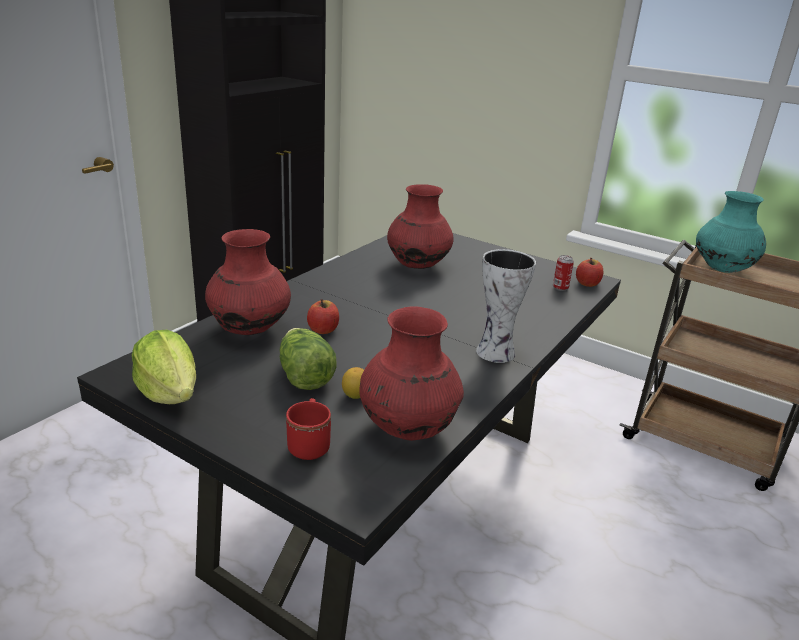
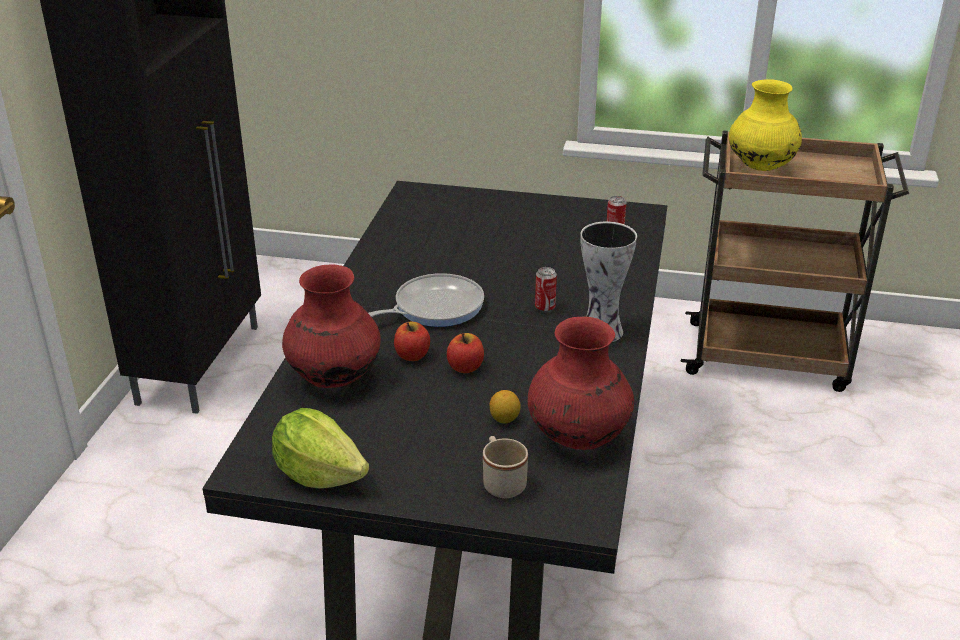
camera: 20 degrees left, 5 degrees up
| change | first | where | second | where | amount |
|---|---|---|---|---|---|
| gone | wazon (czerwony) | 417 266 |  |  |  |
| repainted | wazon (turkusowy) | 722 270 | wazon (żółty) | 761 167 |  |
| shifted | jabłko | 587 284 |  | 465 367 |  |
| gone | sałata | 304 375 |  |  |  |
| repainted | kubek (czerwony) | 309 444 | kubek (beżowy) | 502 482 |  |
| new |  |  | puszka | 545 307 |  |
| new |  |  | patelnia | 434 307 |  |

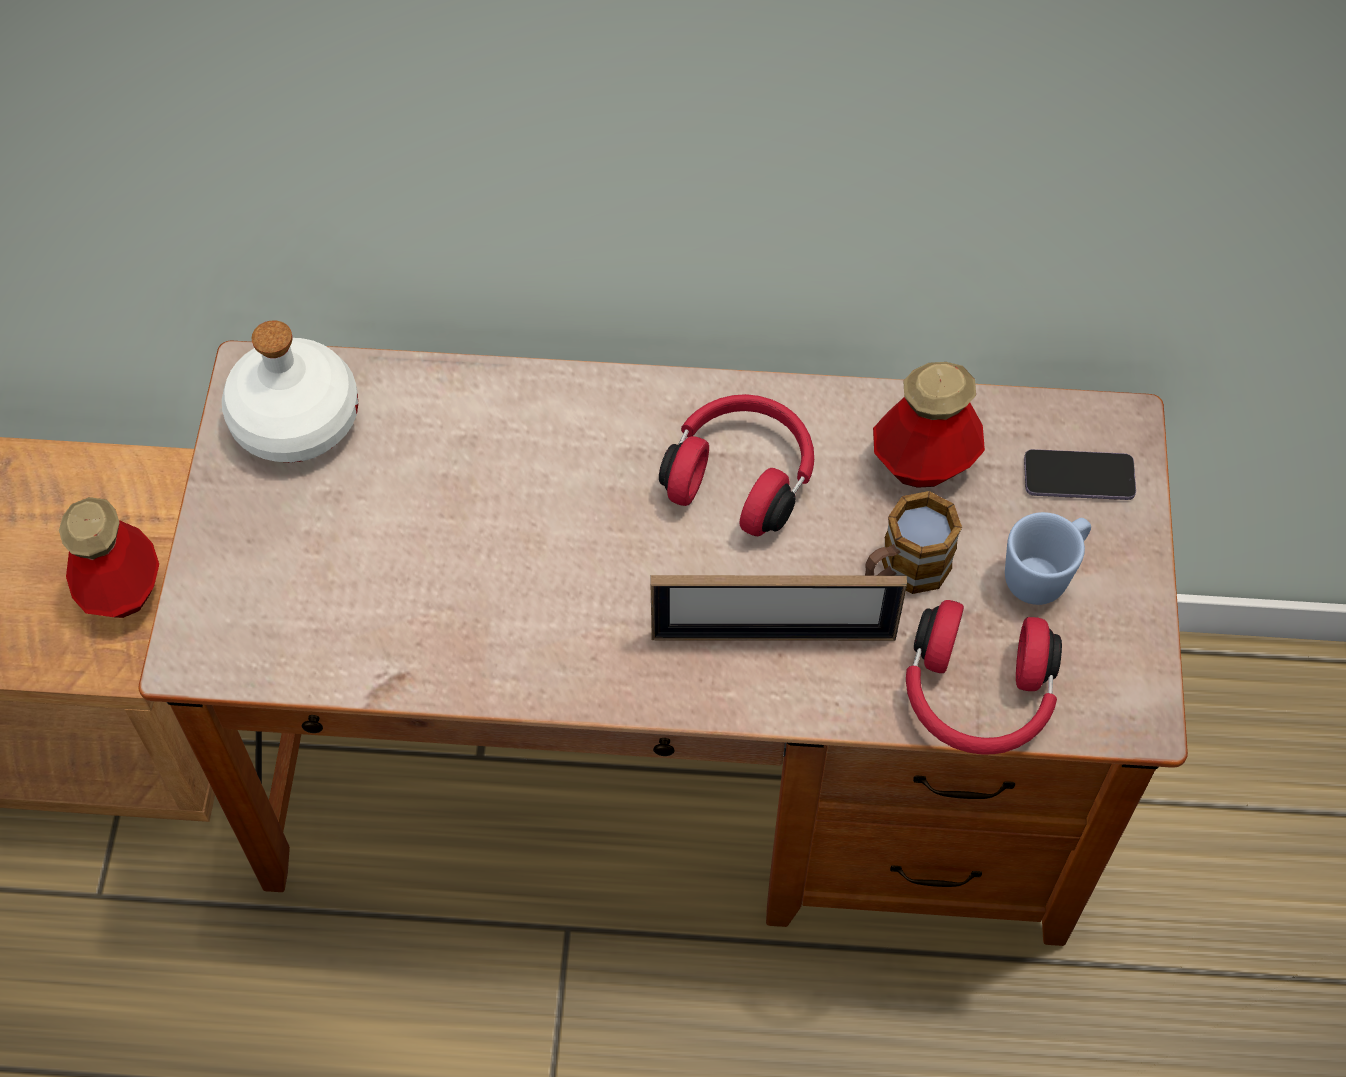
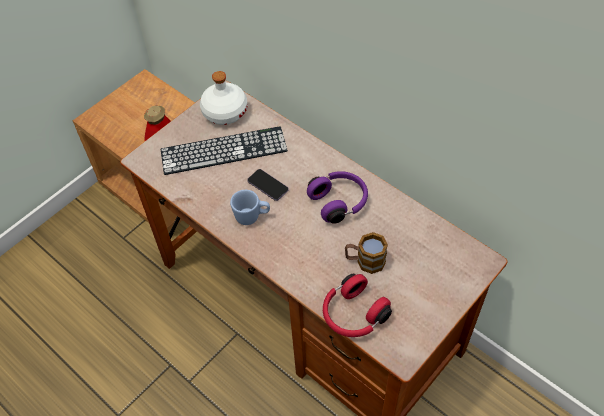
camera: 40 degrees right, 5 degrees down
| change | first | where | second | where | amount |
|---|---|---|---|---|---|
| gone | butelka | 923 462 |  |  |  |
| repainted | słuchawki (czerwony) | 741 476 | słuchawki (fioletowy) | 339 202 |  |
| shifted | telefon | 1078 477 |  | 268 185 |  |
| shifted | kubek (niebieski) | 1044 574 |  | 252 217 |  |
| gone | ramka na zdjęcie | 773 635 |  |  |  |
| new |  |  | klawiatura | 223 150 |  |

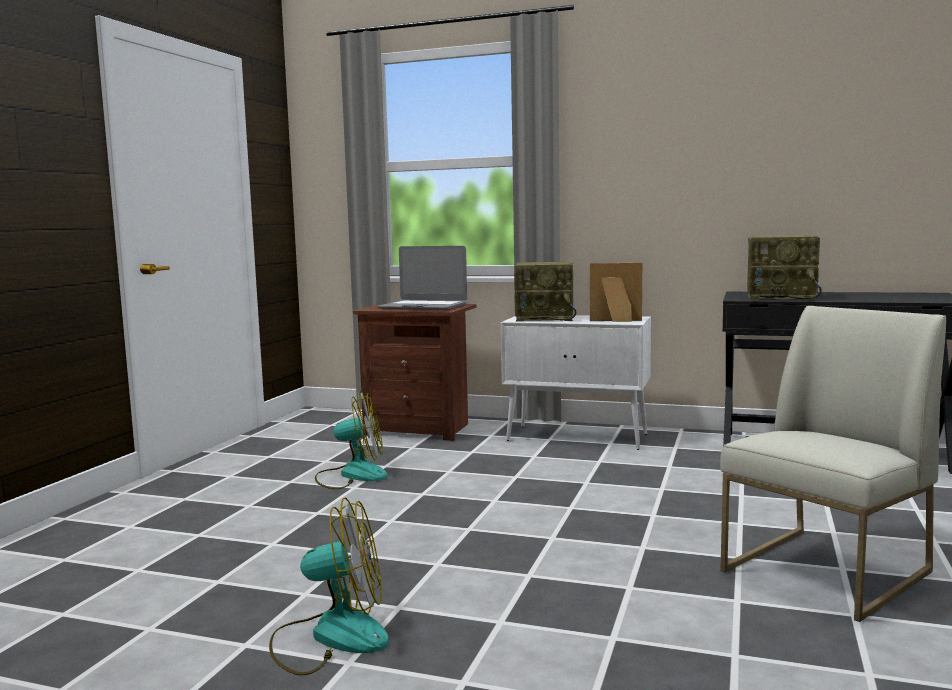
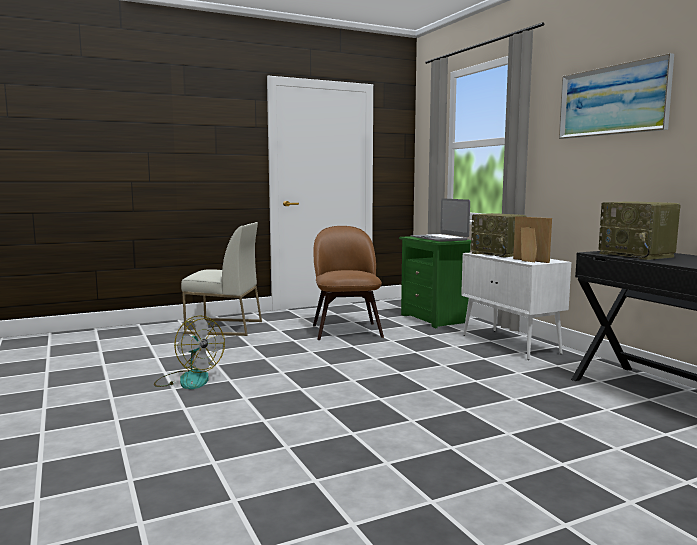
camera: 45 degrees right, 0 degrees up
| change | first | where | second | where | amount |
|---|---|---|---|---|---|
| repainted | szafka nocna (brązowy) | 421 429 | szafka nocna (zielony) | 435 319 |  |
| shifted | krzesło (biały) | 826 572 |  | 223 327 |  |
| swapped | wentylator | 352 475 | krzesło (brązowy) | 346 330 |  |
| new |  |  | obraz | 612 100 |  |

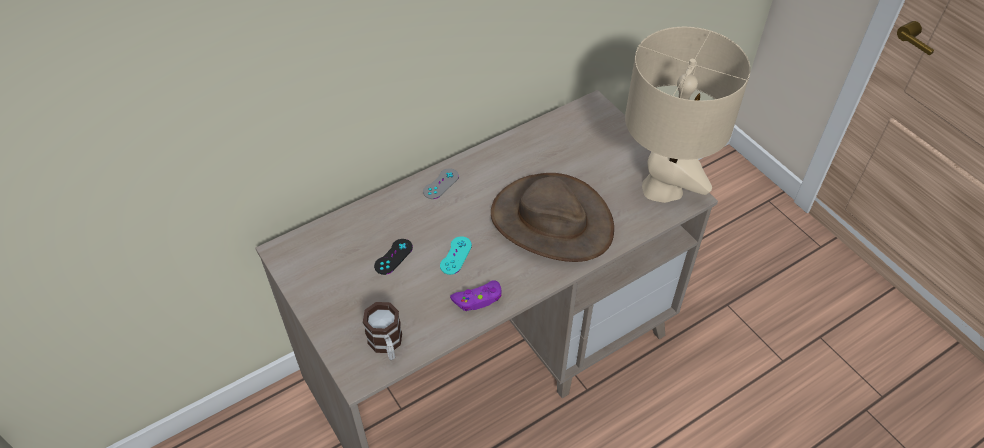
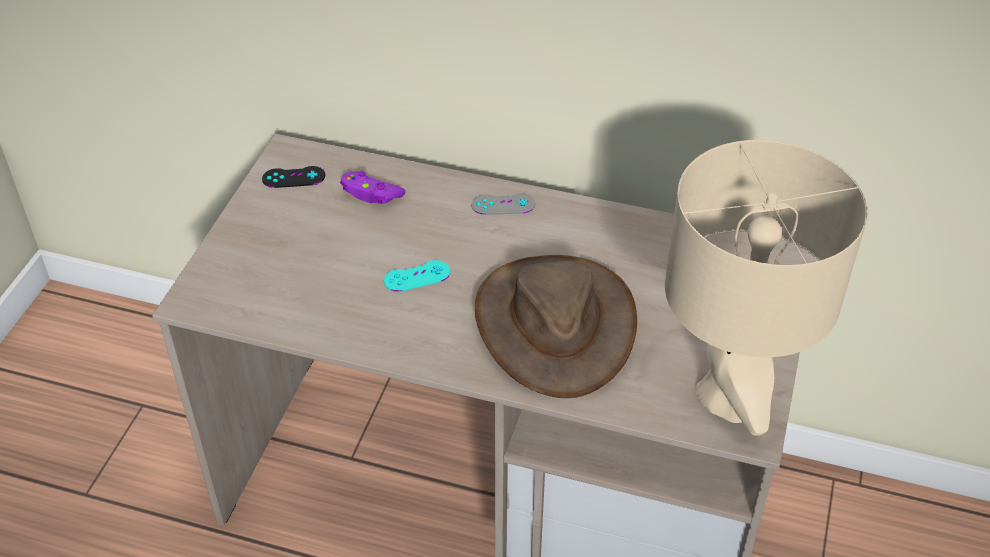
camera: 50 degrees right, 5 degrees down
| change | first | where | second | where | amount |
|---|---|---|---|---|---|
| shifted | pad do gier (czarny) | 393 256 |  | 293 177 |  |
| shifted | pad do gier (fioletowy) | 478 299 |  | 371 193 |  |
| gone | kubek | 387 345 |  |  |  |

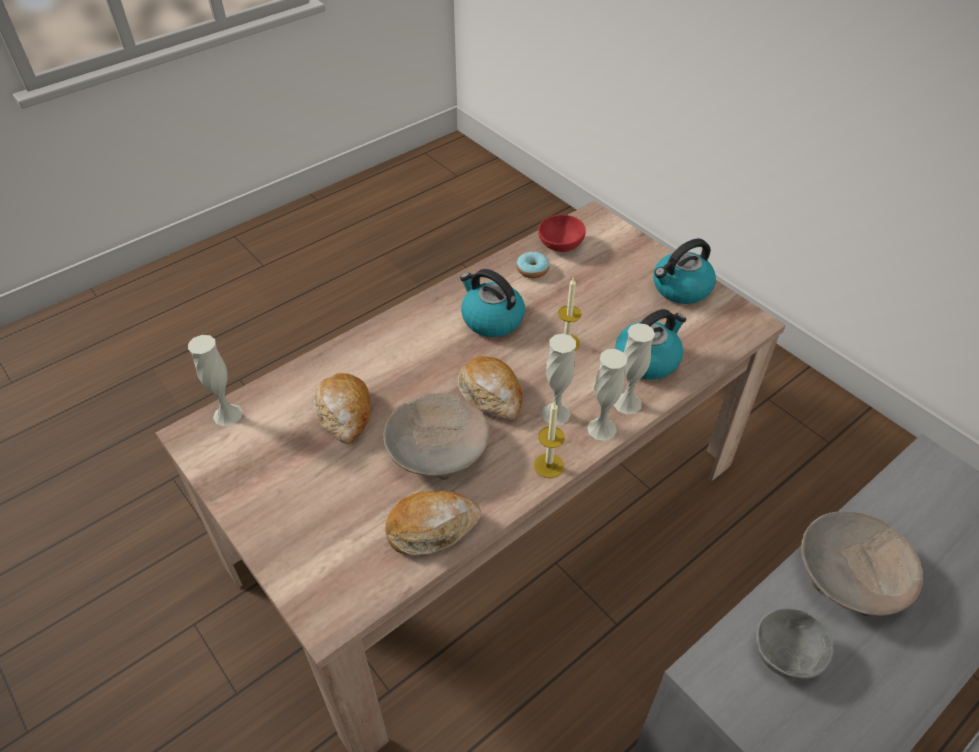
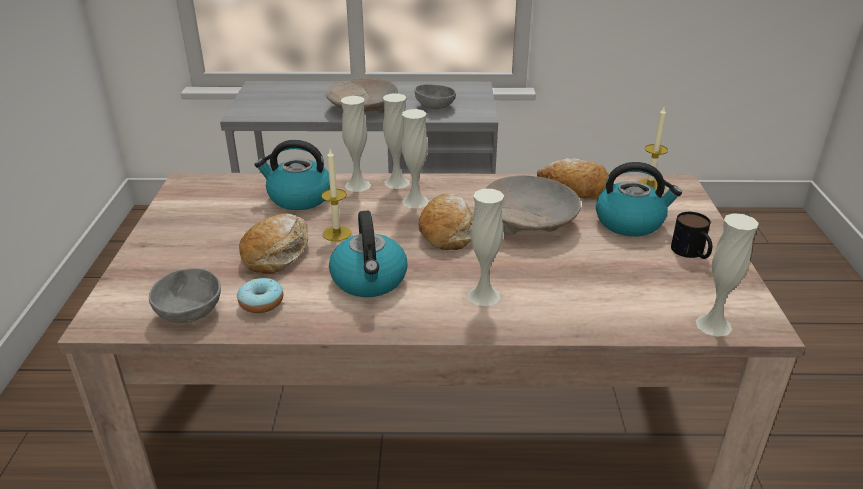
camera: 140 degrees left, 15 degrees down
| change | first | where | second | where | amount |
|---|---|---|---|---|---|
| repainted | miska (czerwony) | 560 245 | miska (szary) | 191 312 |  |
| shifted | czajnik | 680 288 |  | 630 222 |  |
| shifted | chleb | 344 414 |  | 277 252 |  |
| shifted | świeca | 548 465 |  | 649 185 |  |
| new |  |  | wazon (biały) | 483 296 |  |
| new |  |  | kubek | 691 253 |  |

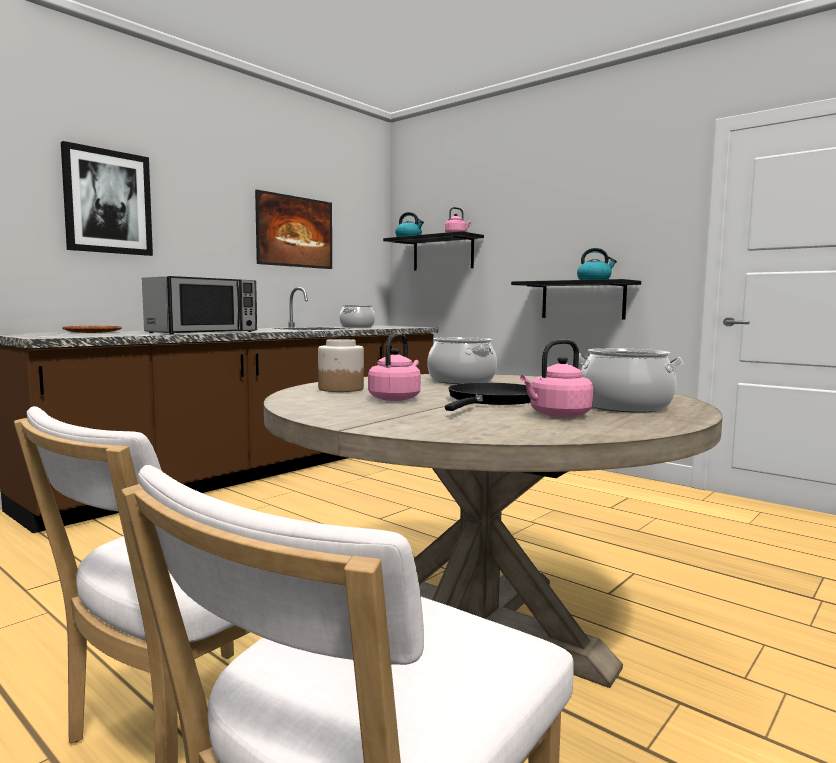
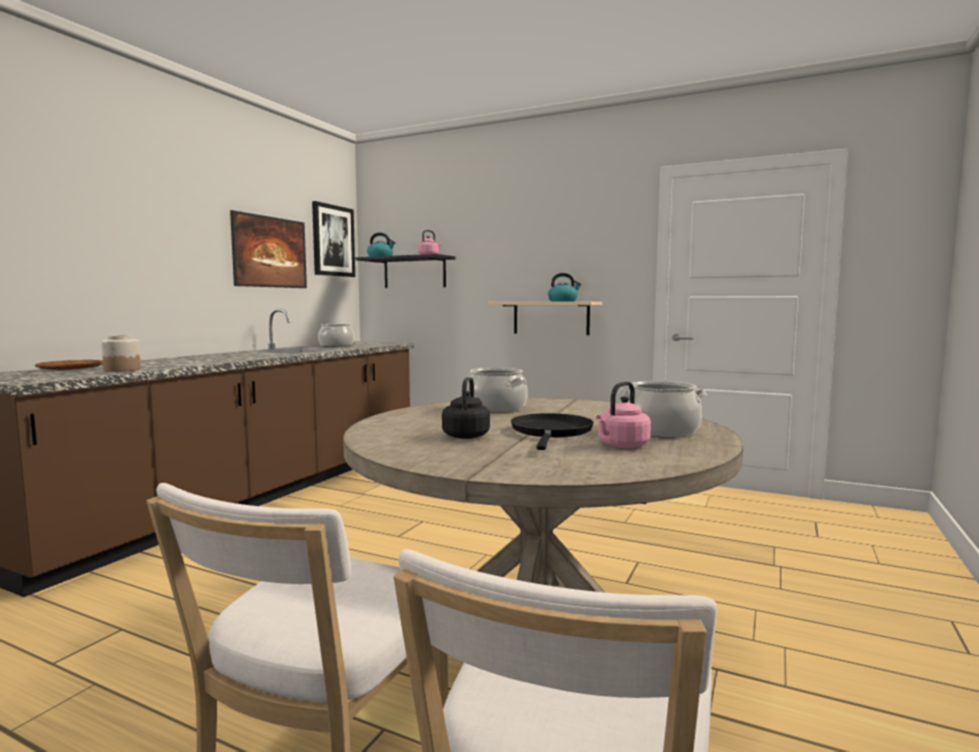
camera: 15 degrees left, 0 degrees up
| change | first | where | second | where | amount |
|---|---|---|---|---|---|
| shifted | obraz | 108 202 |  | 333 241 |  |
| gone | mikrofalówka | 203 332 |  |  |  |
| repainted | półka (czarny) | 582 300 | półka (beżowy) | 551 318 |  |
| repainted | czajnik (różowy) | 396 398 | czajnik (czarny) | 466 435 |  |
| shifted | słoik | 340 389 |  | 122 370 |  |

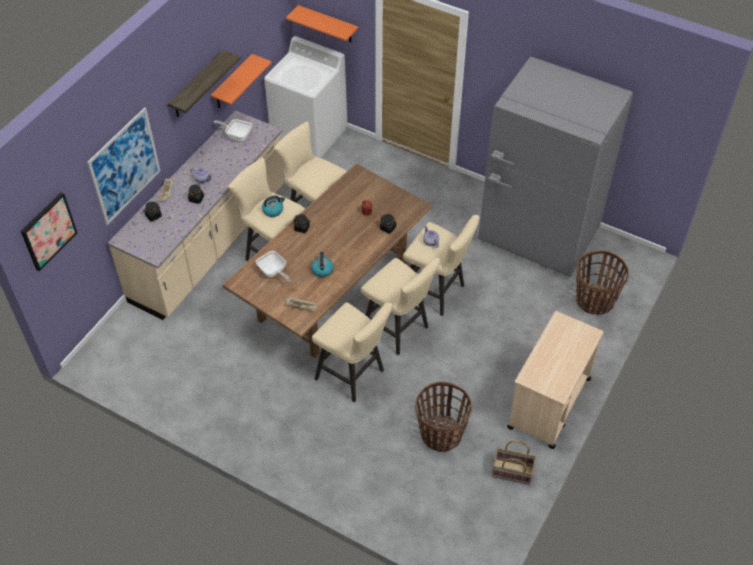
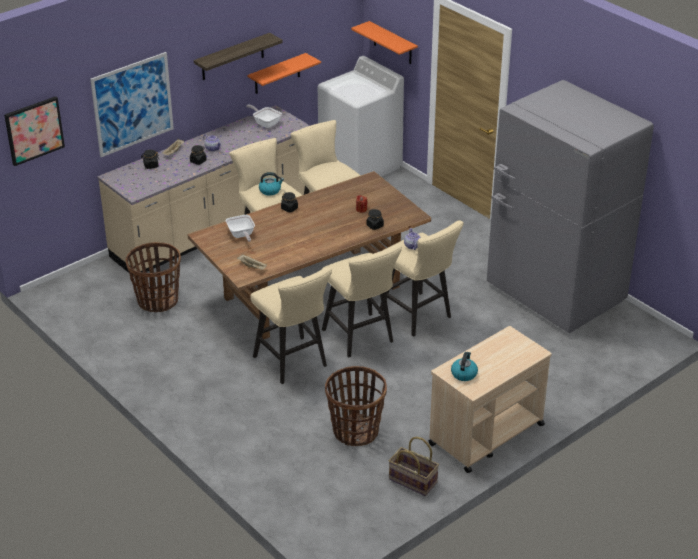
camera: 20 degrees right, 15 degrees down
| change | first | where | second | where | amount |
|---|---|---|---|---|---|
| shifted | koszyk | 594 301 |  | 157 301 |  |
| shifted | czajnik | 322 270 |  | 464 374 |  |

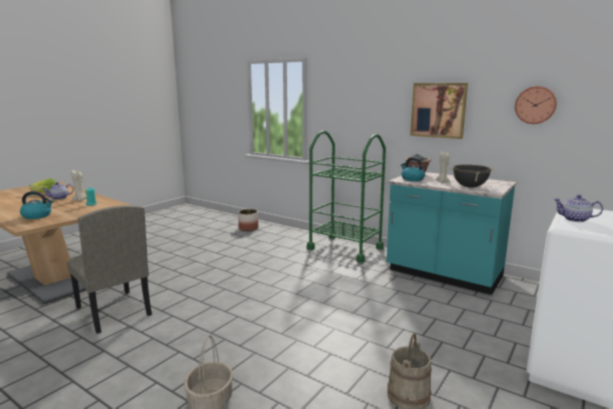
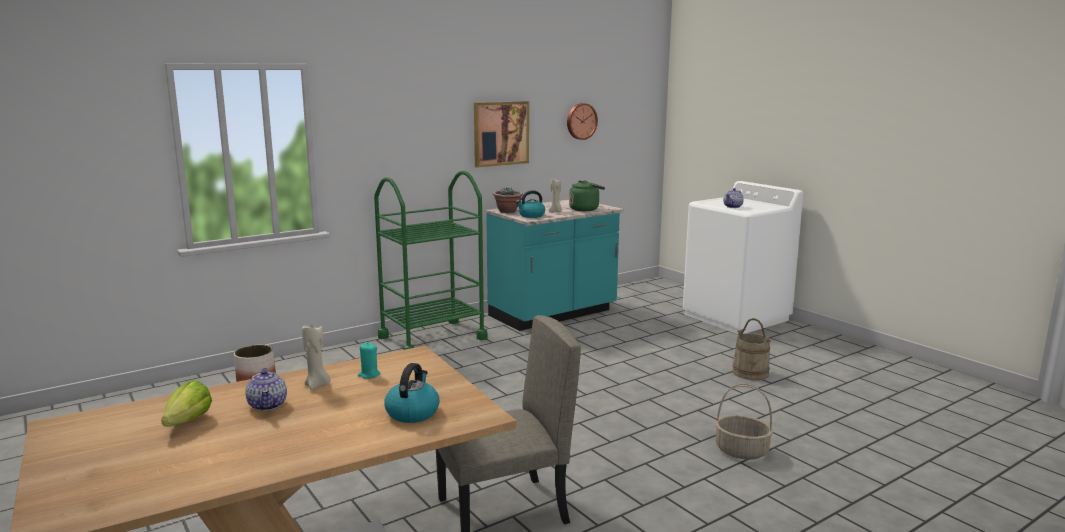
camera: 70 degrees left, 0 degrees up
| change | first | where | second | where | amount |
|---|---|---|---|---|---|
| swapped | garnek (czarny) | 469 187 | czajnik (zielony) | 585 209 |  |

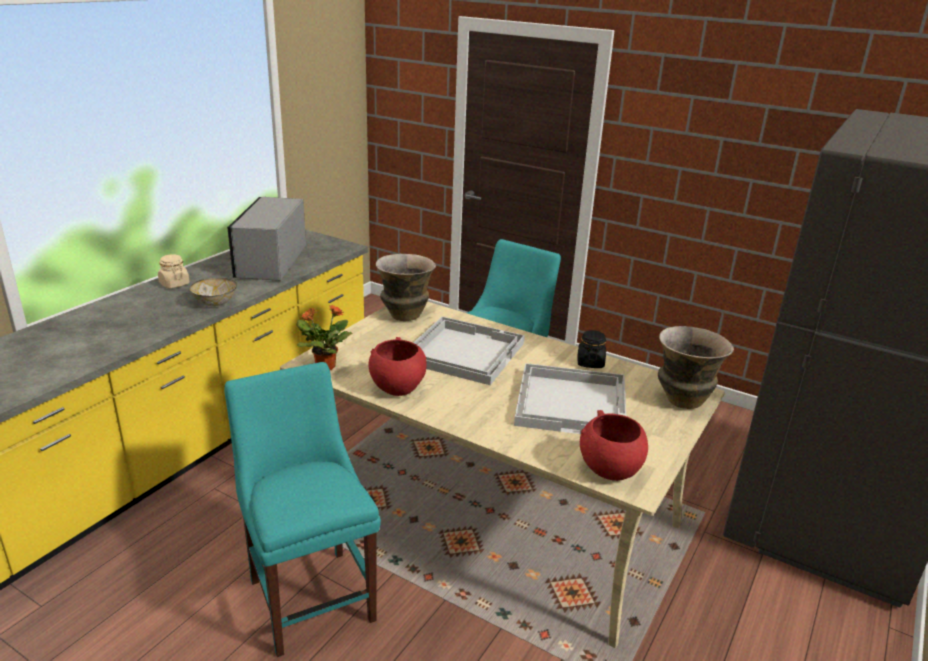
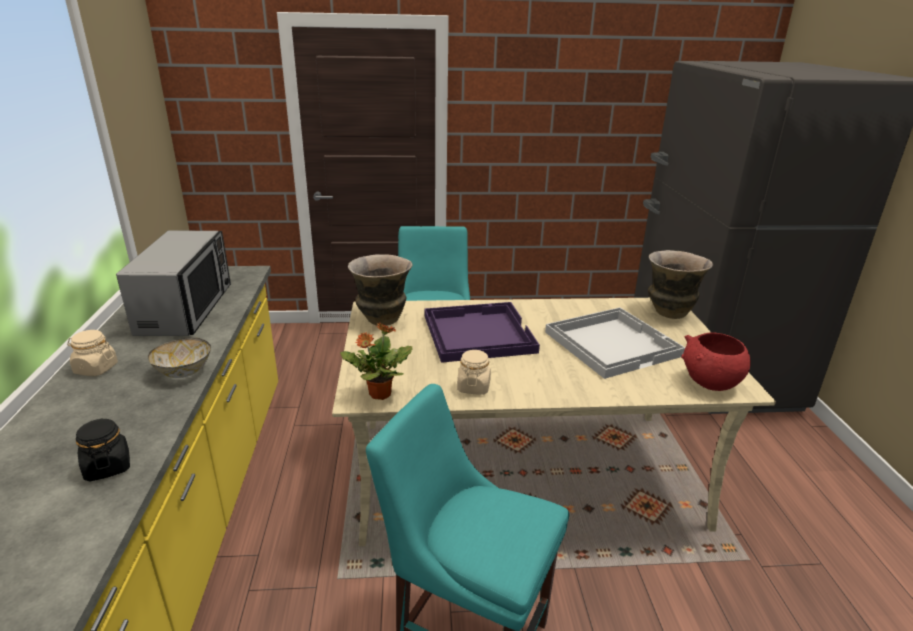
camera: 35 degrees left, 0 degrees up
| change | first | where | second | where | amount |
|---|---|---|---|---|---|
| rotated | mikrofalówka | 271 262 |  | 186 309 | 150 degrees counterclockwise |
| repainted | taca (biały) | 463 351 | taca (fioletowy) | 477 333 |  |
| shifted | słoik (czarny) | 590 362 |  | 107 467 |  |
| swapped | miska (czerwony) | 397 388 | słoik (beżowy) | 473 387 |  |

